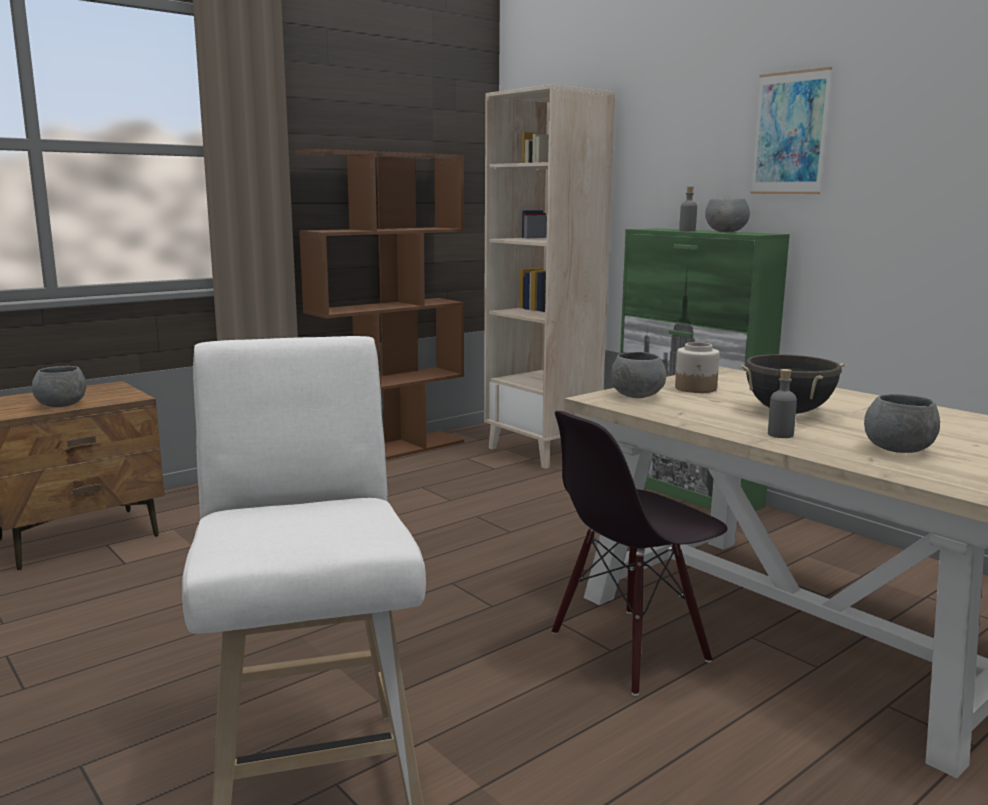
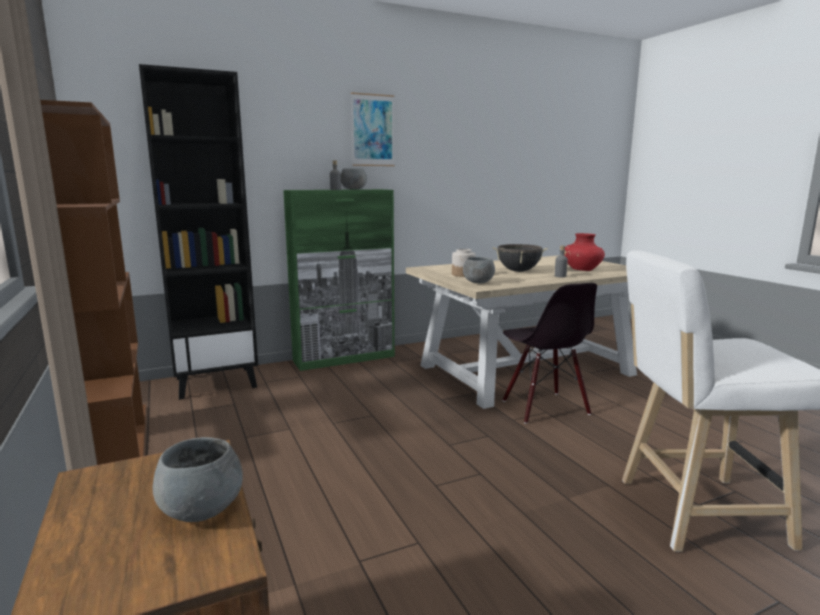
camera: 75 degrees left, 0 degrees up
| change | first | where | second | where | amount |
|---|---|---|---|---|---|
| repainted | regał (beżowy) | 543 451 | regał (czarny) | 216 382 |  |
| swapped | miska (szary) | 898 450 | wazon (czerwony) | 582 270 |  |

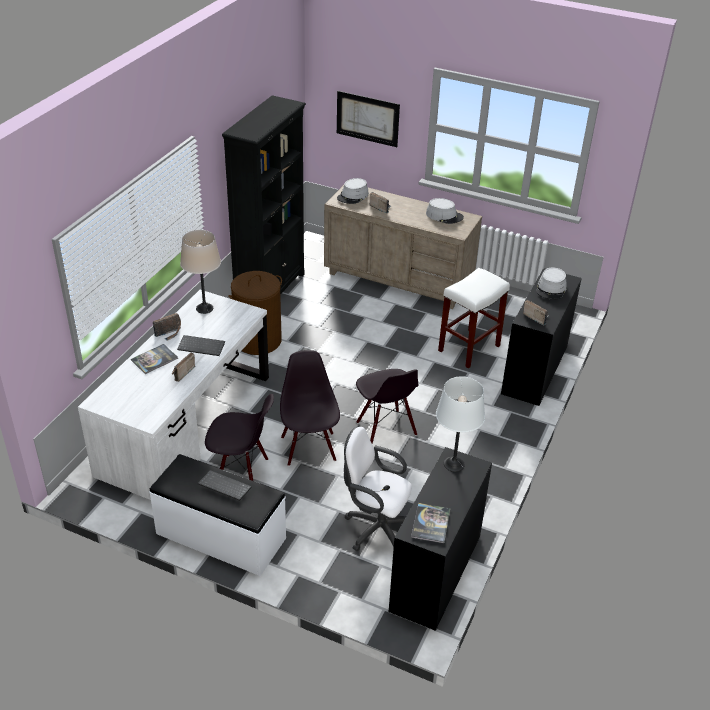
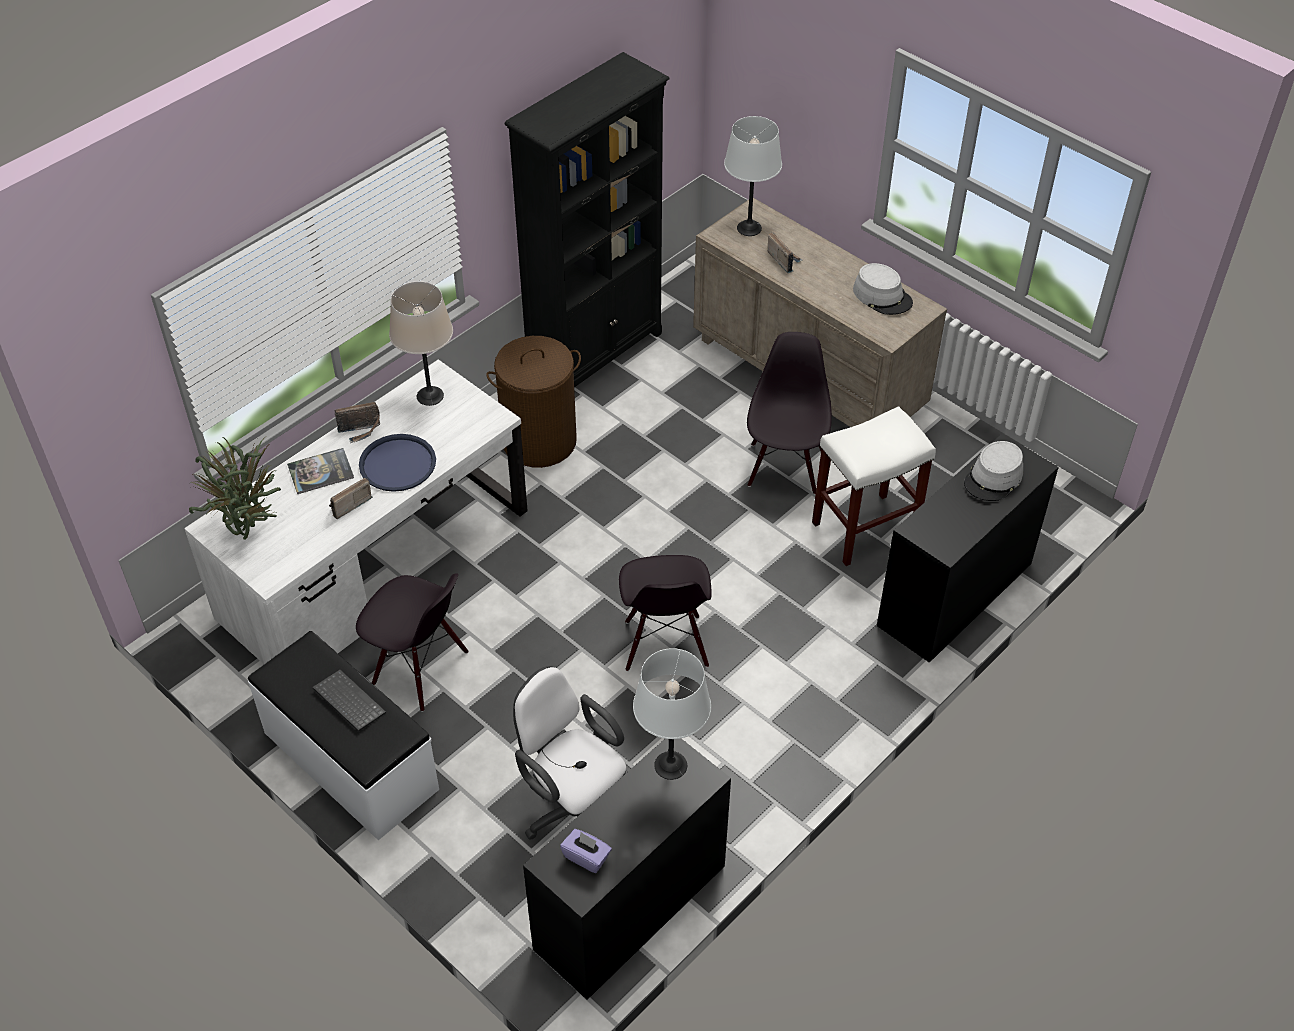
camera: 20 degrees right, 10 degrees up
| change | first | where | second | where | amount |
|---|---|---|---|---|---|
| gone | obraz | 367 118 |  |  |  |
| swapped | kapelusz (szary) | 353 196 | lampa stołowa (biały) | 749 228 |  |
| gone | radio | 535 317 |  |  |  |
| swapped | klawiatura | 202 346 | taca (niebieski) | 397 464 |  |
| shifted | krzesło (czarny) | 309 448 |  | 785 468 |  |
| swapped | książka | 430 523 | pudełko chusteczek (fioletowy) | 586 857 |  |
| new |  |  | roślina doniczkowa | 250 528 |  |

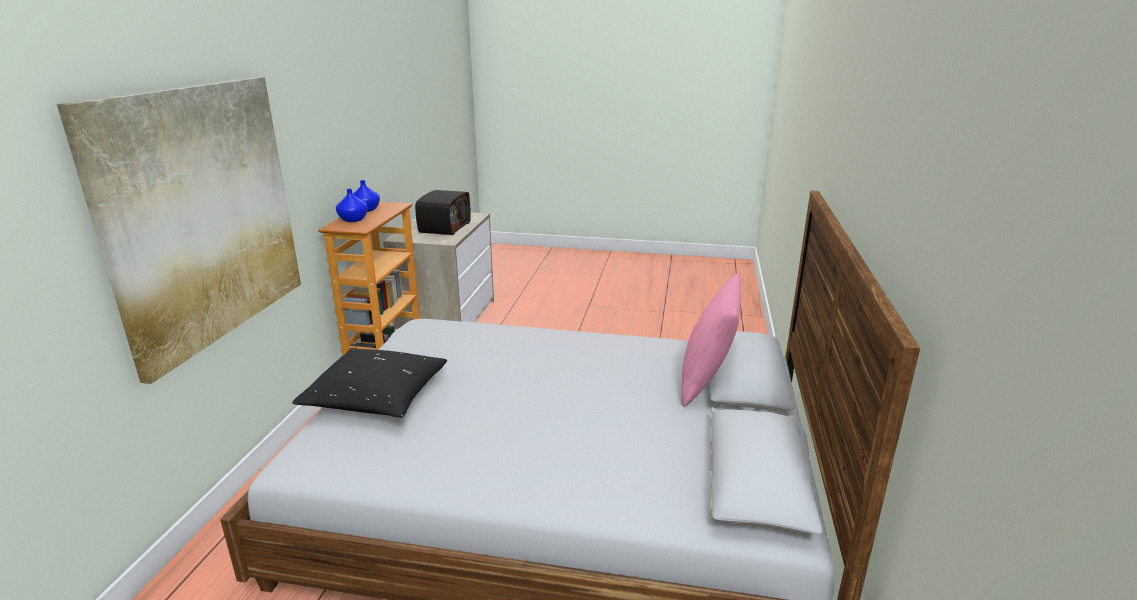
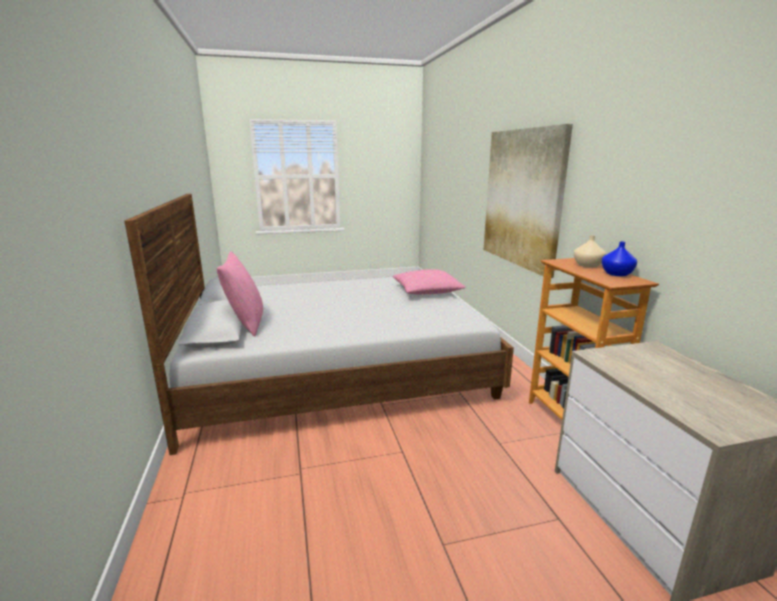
camera: 155 degrees right, 5 degrees down
| change | first | where | second | where | amount |
|---|---|---|---|---|---|
| repainted | wazon (niebieski) | 354 220 | wazon (beżowy) | 587 265 |  |
| gone | radio | 444 227 |  |  |  |
| repainted | poduszka (czarny) | 376 396 | poduszka (różowy) | 426 291 |  |

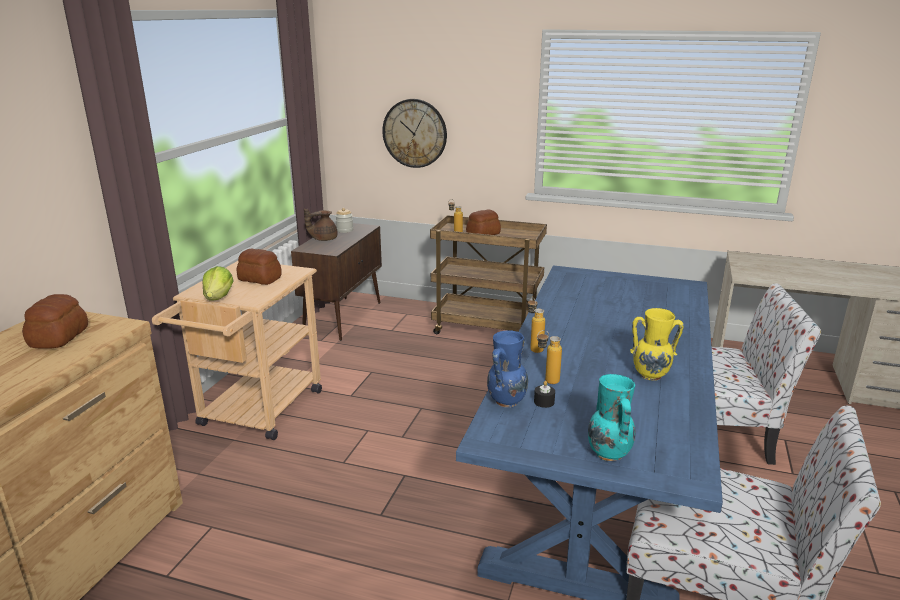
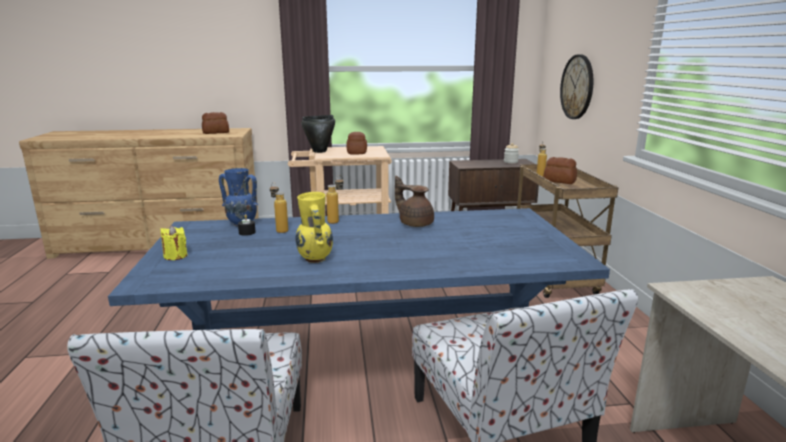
camera: 65 degrees right, 5 degrees down
| change | first | where | second | where | amount |
|---|---|---|---|---|---|
| shifted | imbryk (brązowy) | 323 239 |  | 415 223 |  |
| swapped | sałata | 219 297 | garnek (czarny) | 320 151 |  |
| swapped | wazon (turkusowy) | 609 454 | świeca (żółty) | 175 256 |  |

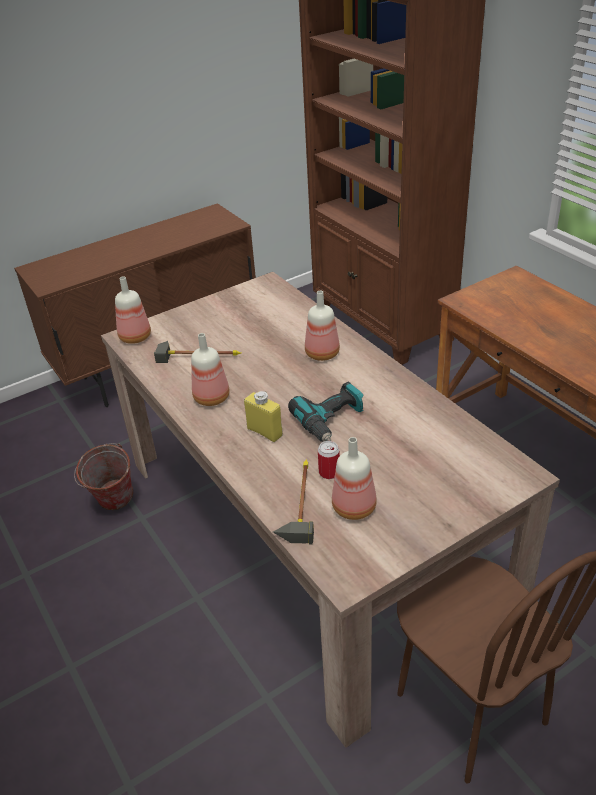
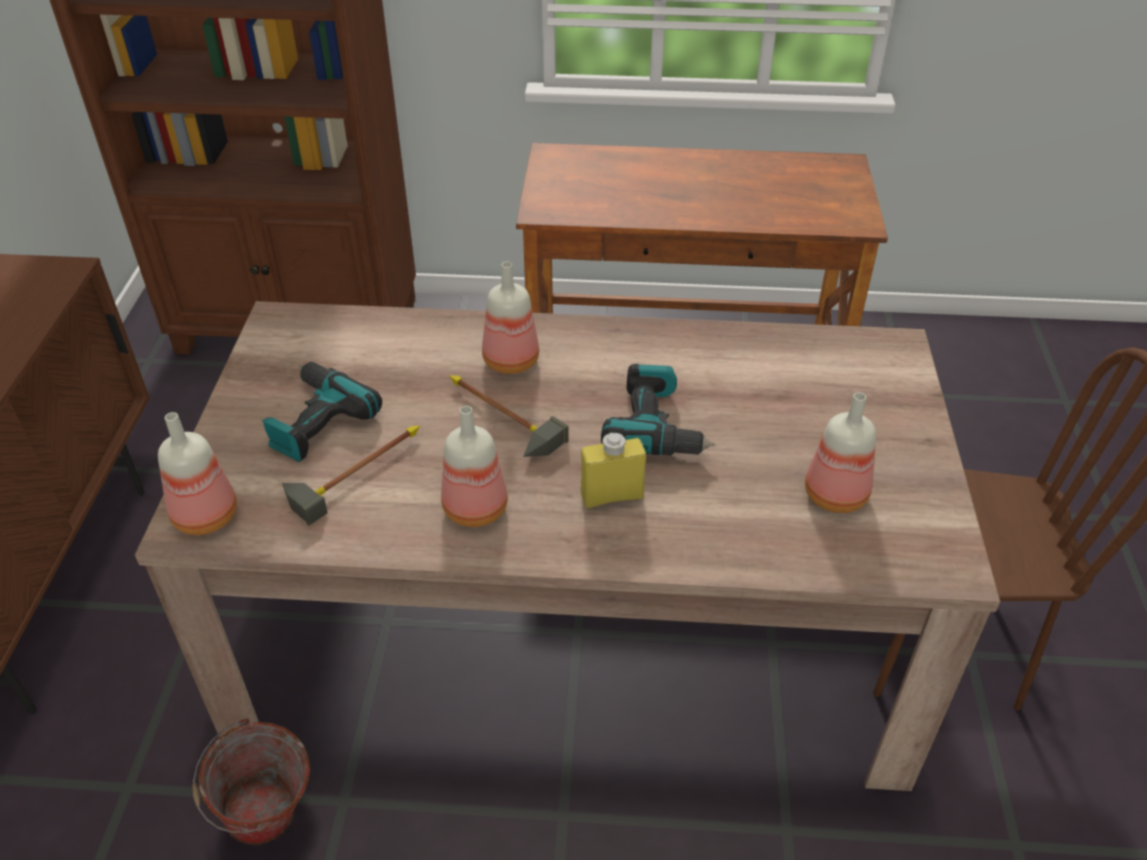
camera: 55 degrees left, 5 degrees up
| change | first | where | second | where | amount |
|---|---|---|---|---|---|
| gone | puszka | 329 472 |  |  |  |
| shifted | młotek | 296 502 |  | 495 419 |  |
| new |  |  | wiertarka | 314 421 |  |

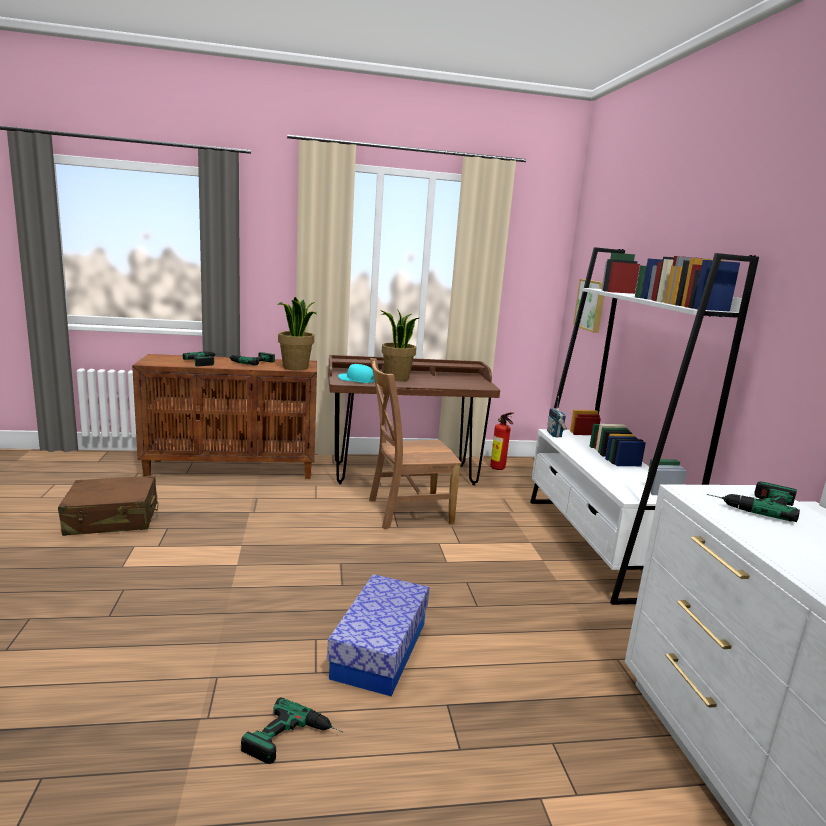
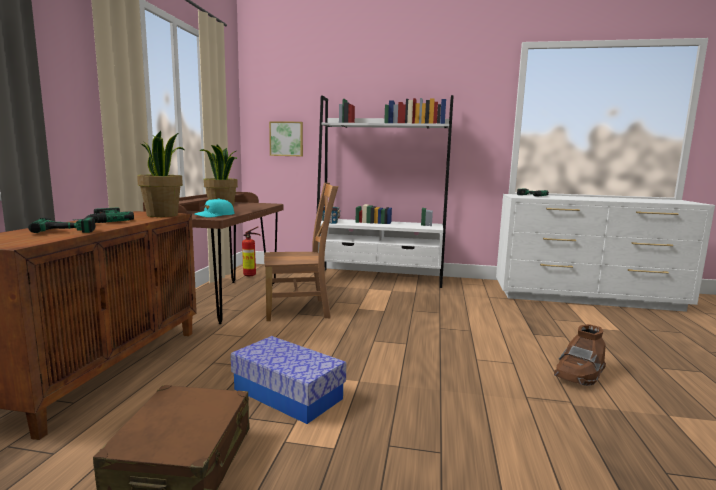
camera: 70 degrees left, 5 degrees down
| change | first | where | second | where | amount |
|---|---|---|---|---|---|
| rotated | krzesło (brązowy) | 406 511 |  | 300 310 | 105 degrees counterclockwise |
| shifted | pojemnik do przechowywania | 380 650 |  | 288 394 |  |
| swapped | wiertarka | 295 741 | but z cholewką (brązowy) | 579 375 |  |

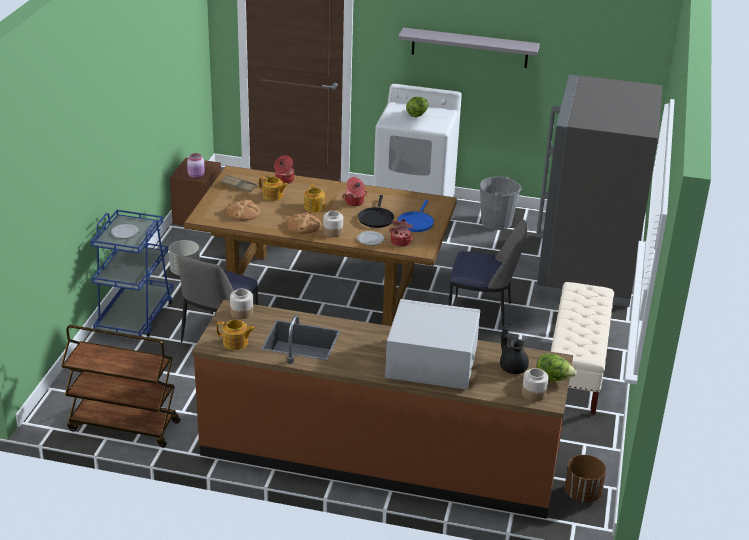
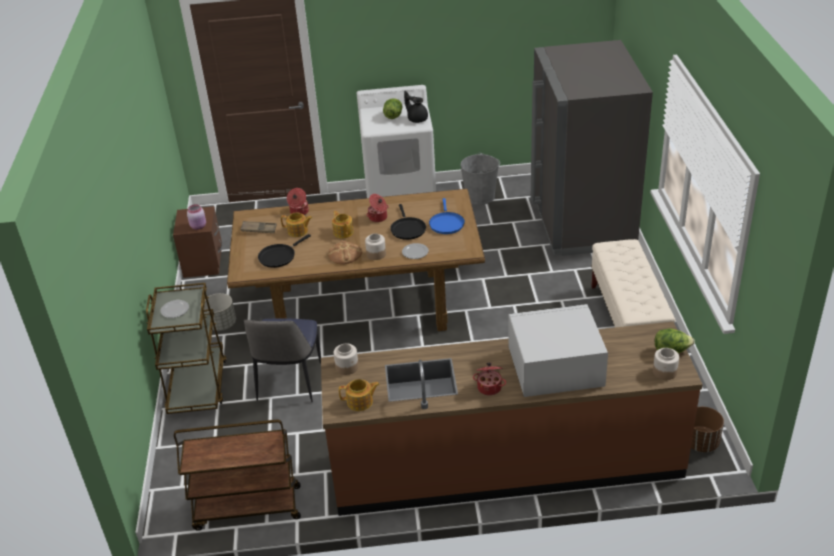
camera: 15 degrees left, 5 degrees up
| change | first | where | second | where | amount |
|---|---|---|---|---|---|
| gone | półka (szary) | 469 48 |  |  |  |
| swapped | chleb | 243 212 | patelnia (czarny) | 279 256 |  |
| repainted | wózek (niebieski) | 135 317 | wózek (brązowy) | 197 386 |  |
| shifted | garnek | 401 242 |  | 489 387 |  |
| gone | krzesło | 482 315 |  |  |  |
| shifted | imbryk (czarny) | 512 366 |  | 417 119 |  |

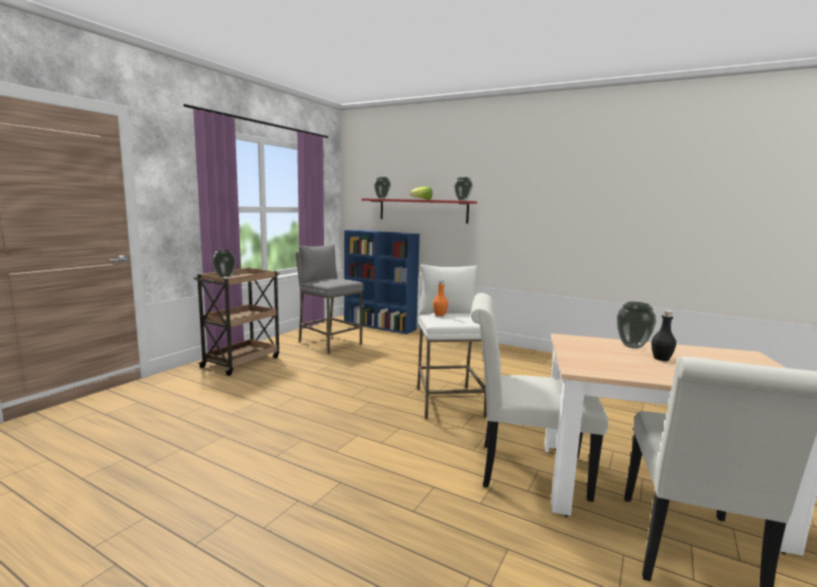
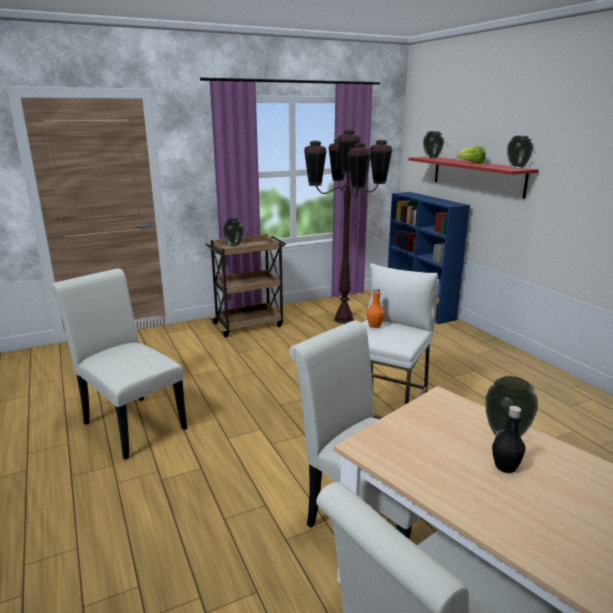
camera: 35 degrees right, 10 degrees up
| change | first | where | second | where | amount |
|---|---|---|---|---|---|
| swapped | stołek (szary) | 329 343 | lampa stojąca (brązowy) | 344 319 |  |
| new |  |  | krzesło (biały) | 130 423 |  |

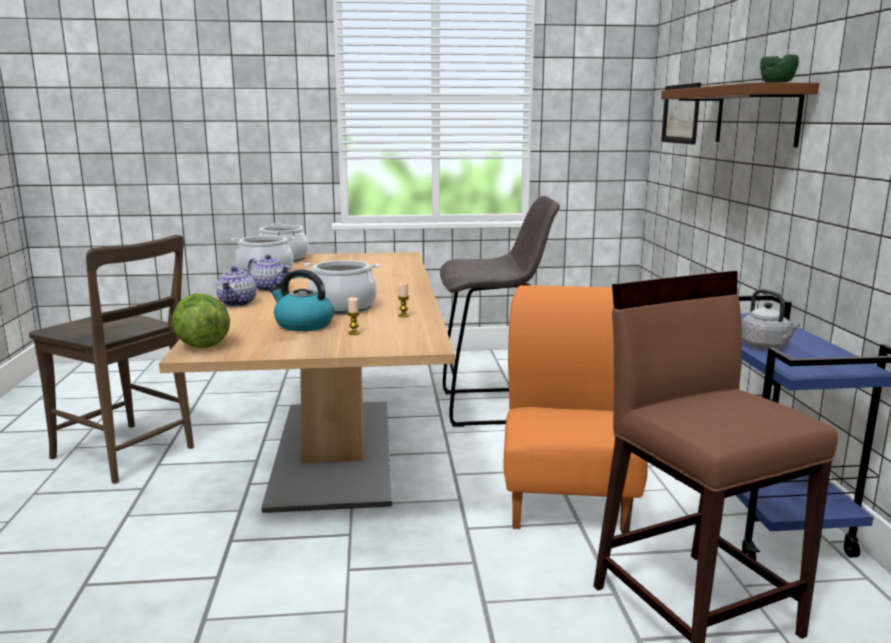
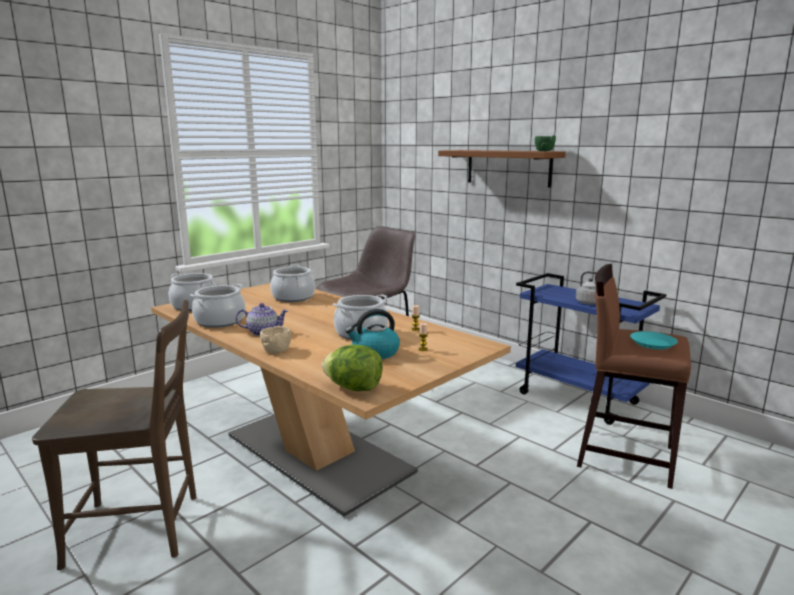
camera: 40 degrees left, 0 degrees up
| change | first | where | second | where | amount |
|---|---|---|---|---|---|
| gone | obraz | 681 114 |  |  |  |
| swapped | imbryk | 238 303 | miska (beżowy) | 276 350 |  |
| gone | krzesło (pomarańczowy) | 567 498 |  |  |  |
| new |  |  | garnek | 293 297 |  |
| new |  |  | talerz (turkusowy) | 653 344 |  |

